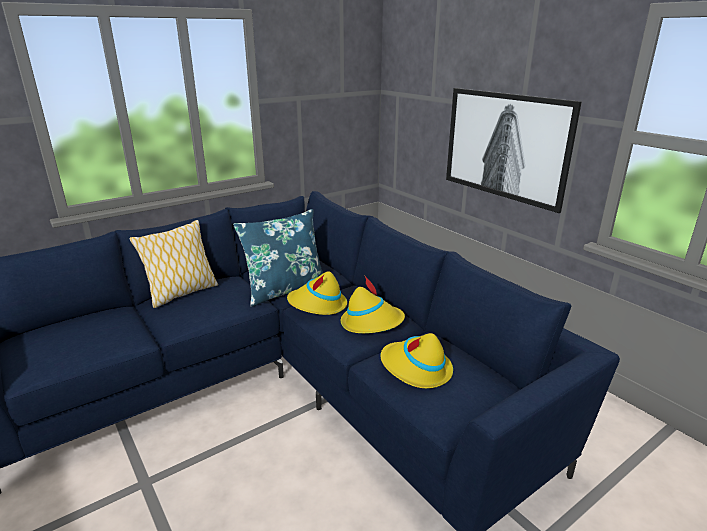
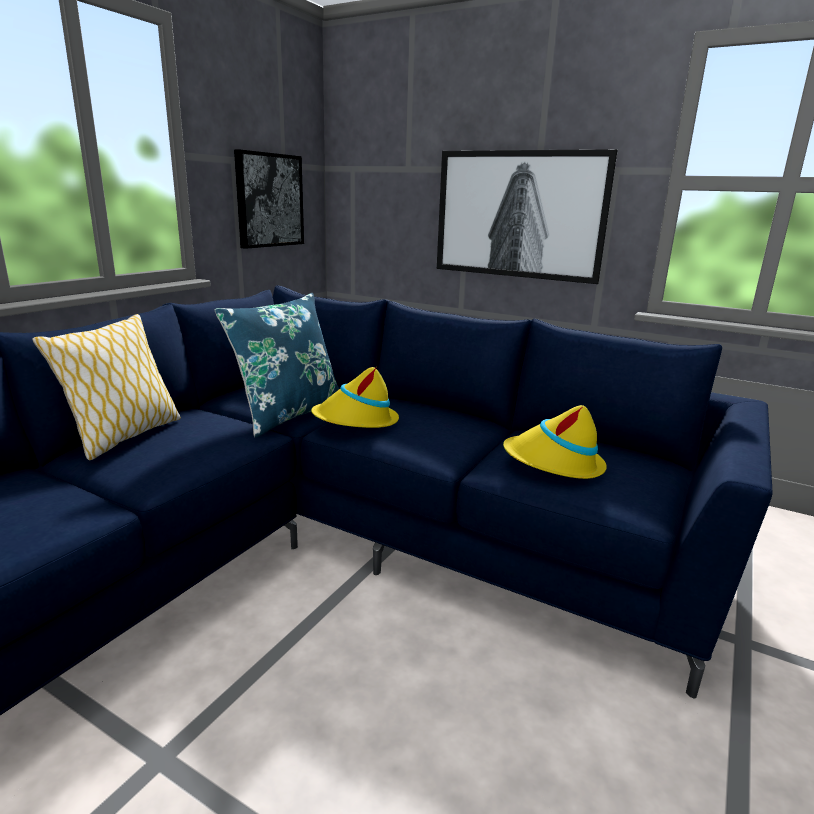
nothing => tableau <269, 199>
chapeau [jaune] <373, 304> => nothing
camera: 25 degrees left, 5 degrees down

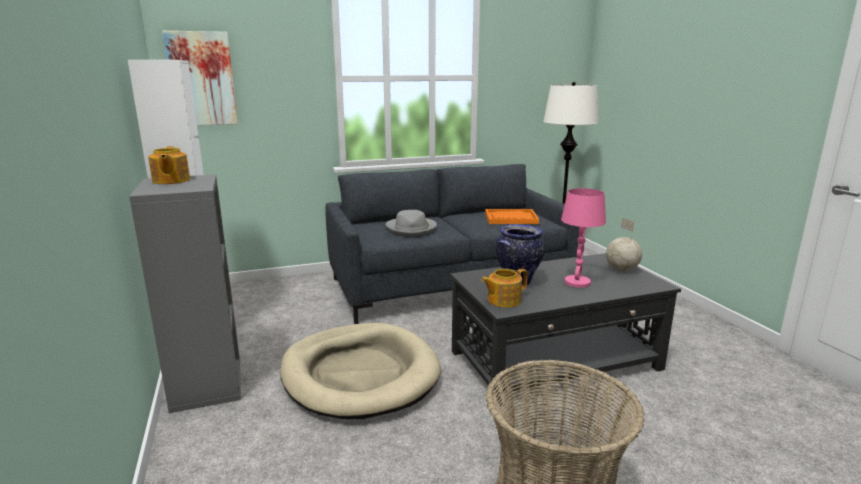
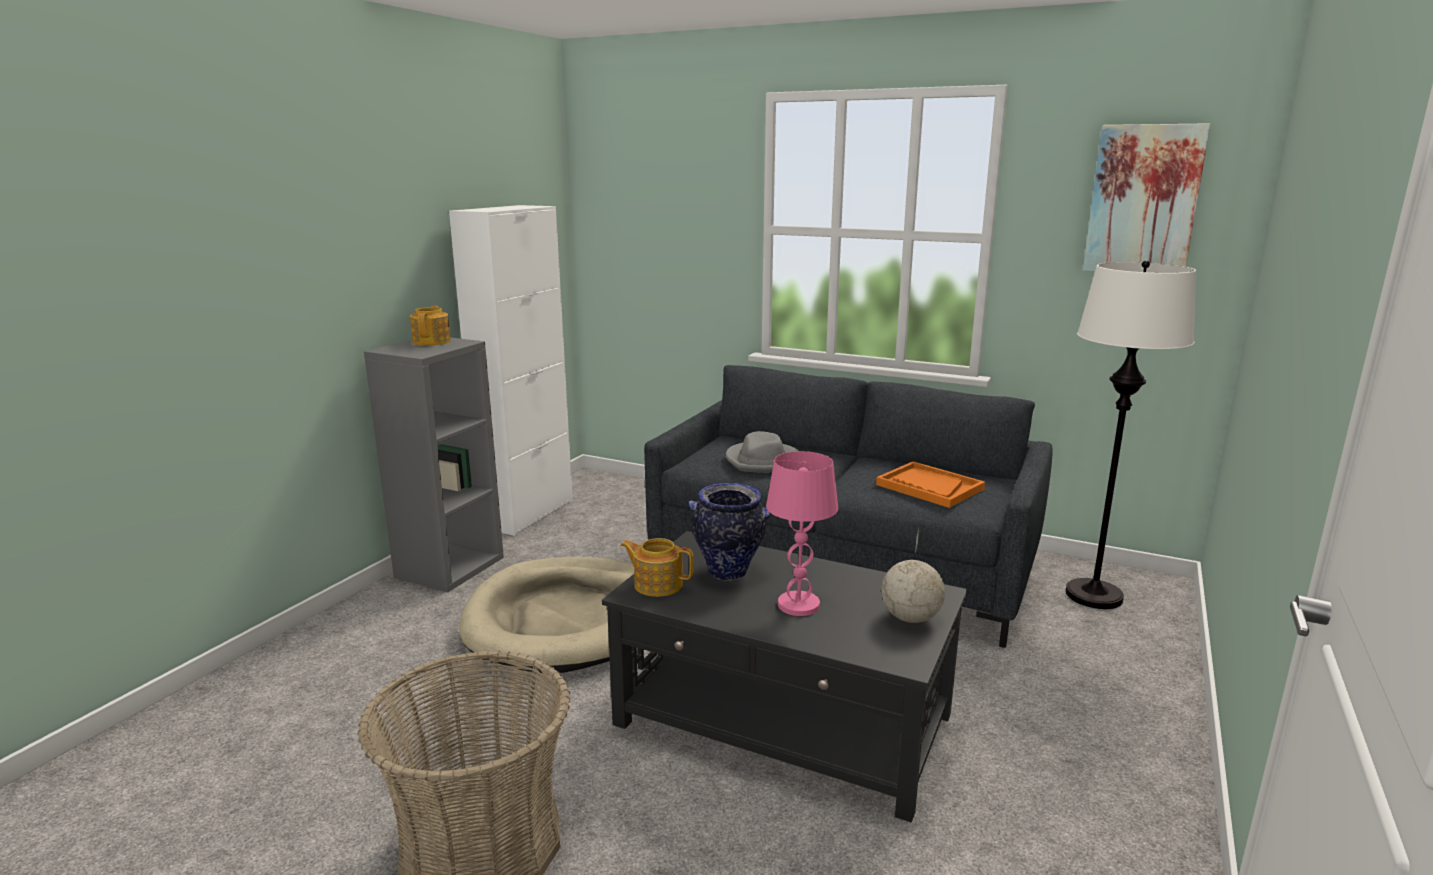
théière <169, 165> => théière <430, 325>, 150 degrees clockwise
tableau <200, 78> => tableau <1146, 197>, moved
camera: 45 degrees right, 0 degrees up

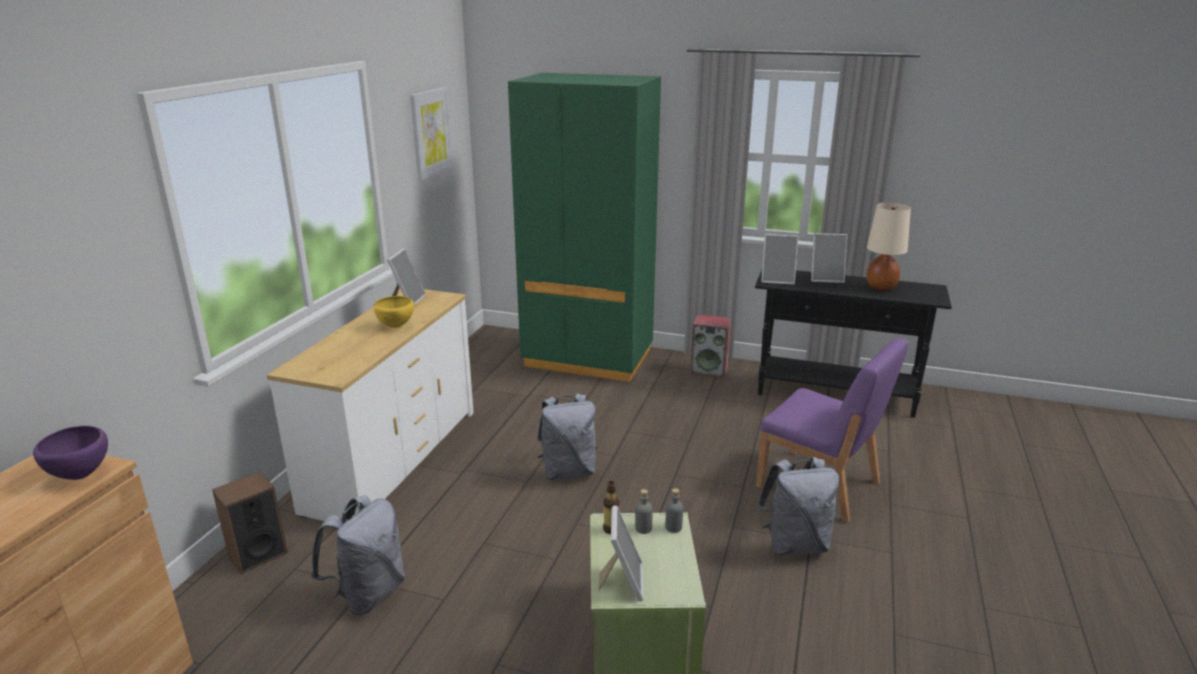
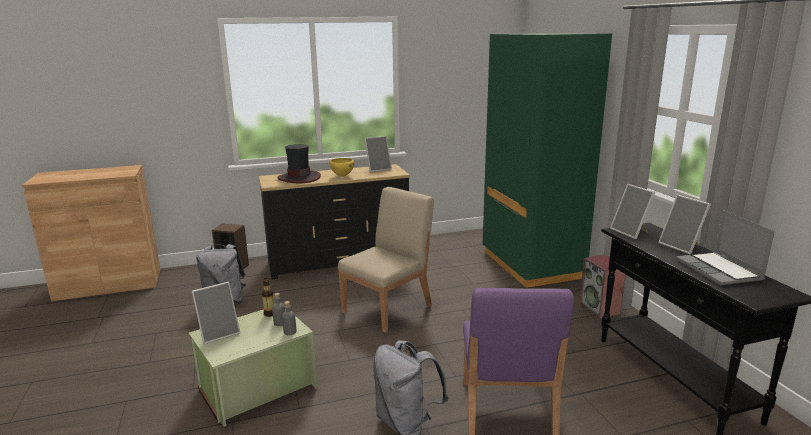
commode [blanc] <370, 405> => commode [noir] <334, 221>
nothing => chapeau <299, 163>
sac à dos [gris] <567, 436> => chaise [beige] <386, 260>
lampe de table [beige] <888, 246> => ordinateur portable <725, 248>
bol [violet] <70, 453> => nothing
tableau <431, 134> => nothing
camera: 55 degrees right, 5 degrees down

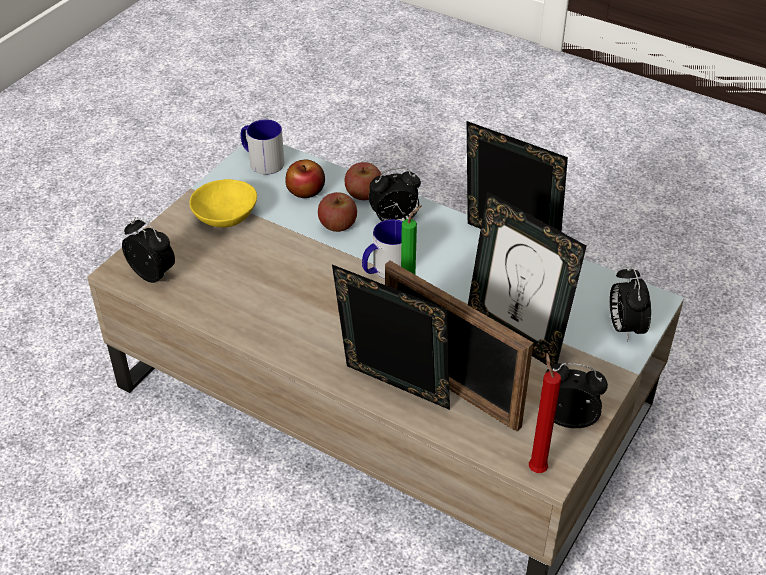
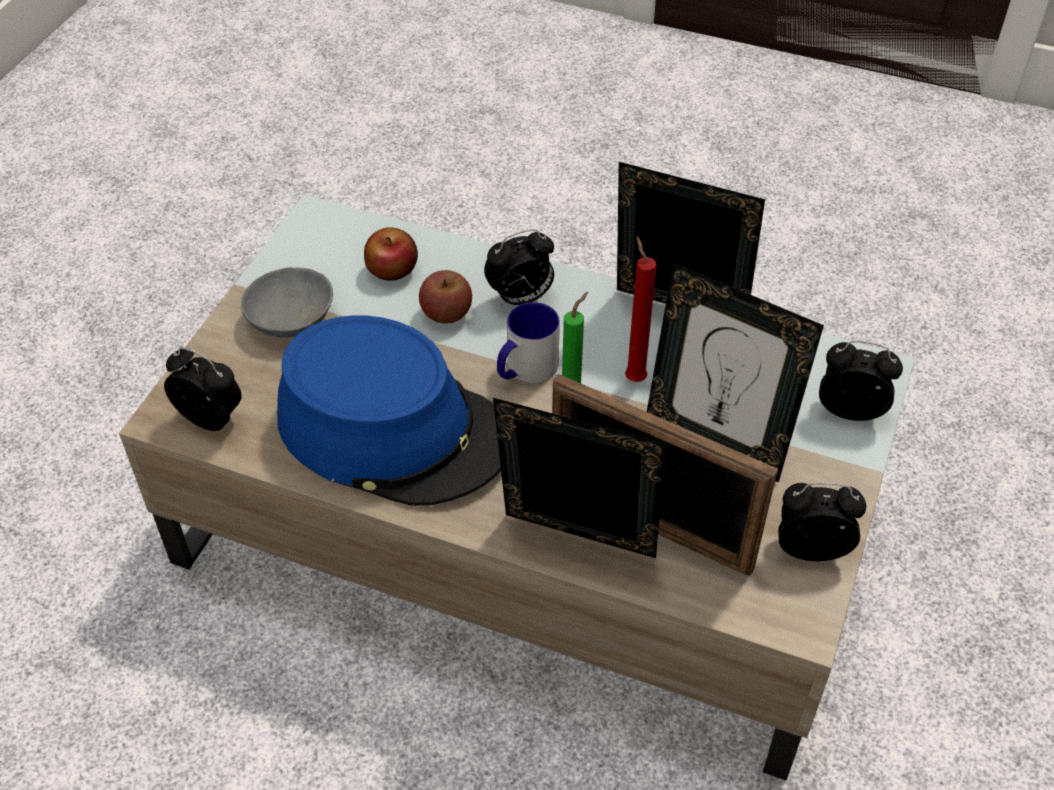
bol [jaune] <223, 203> => bol [gris] <287, 302>
nothing => chapeau [bleu] <389, 411>
bougie [rouge] <545, 413> => bougie [rouge] <641, 309>, moved
réveil <630, 304> => réveil <861, 381>, 120 degrees clockwise
mug <262, 147> => nothing
pomme <362, 181> => nothing
camera: 10 degrees left, 5 degrees up

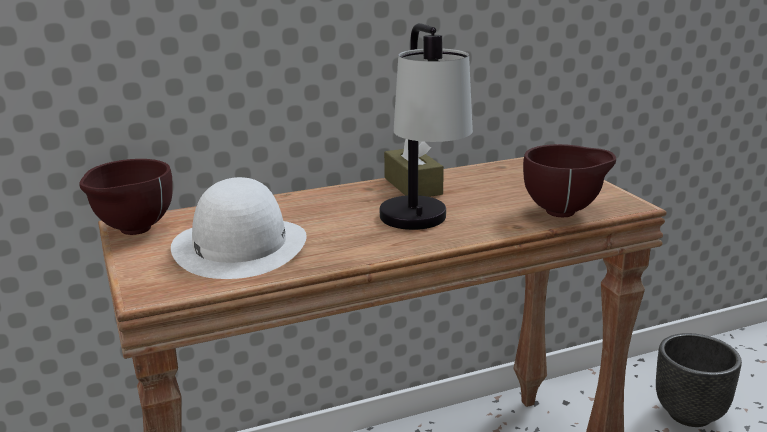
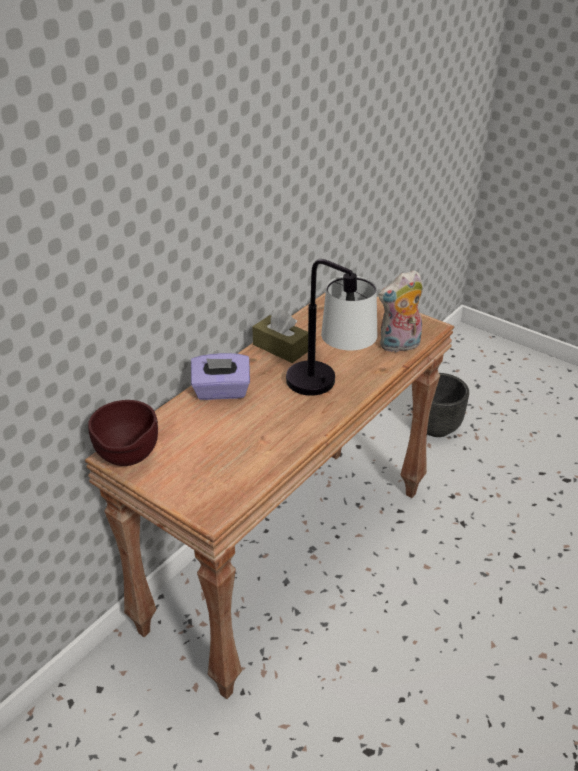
nothing => boîte à mouchoirs [violet] <220, 376>
bol [marron] <569, 180> => peluche <400, 311>
chapeau [blanc] <239, 228> => nothing
camera: 30 degrees left, 15 degrees up

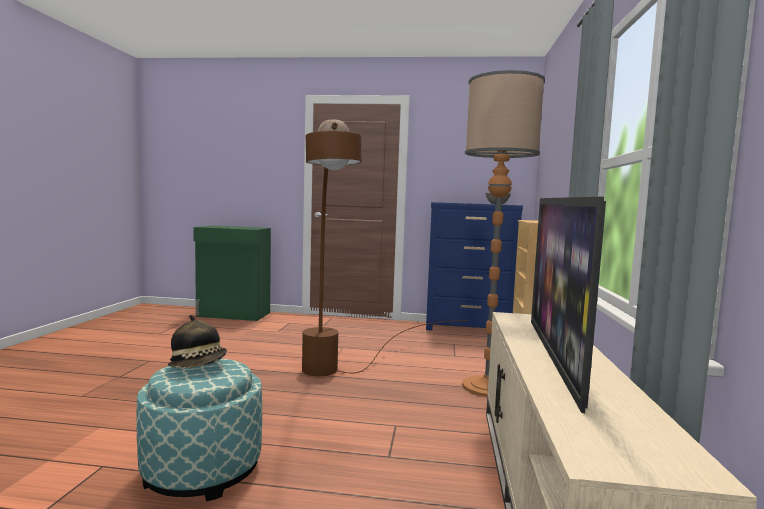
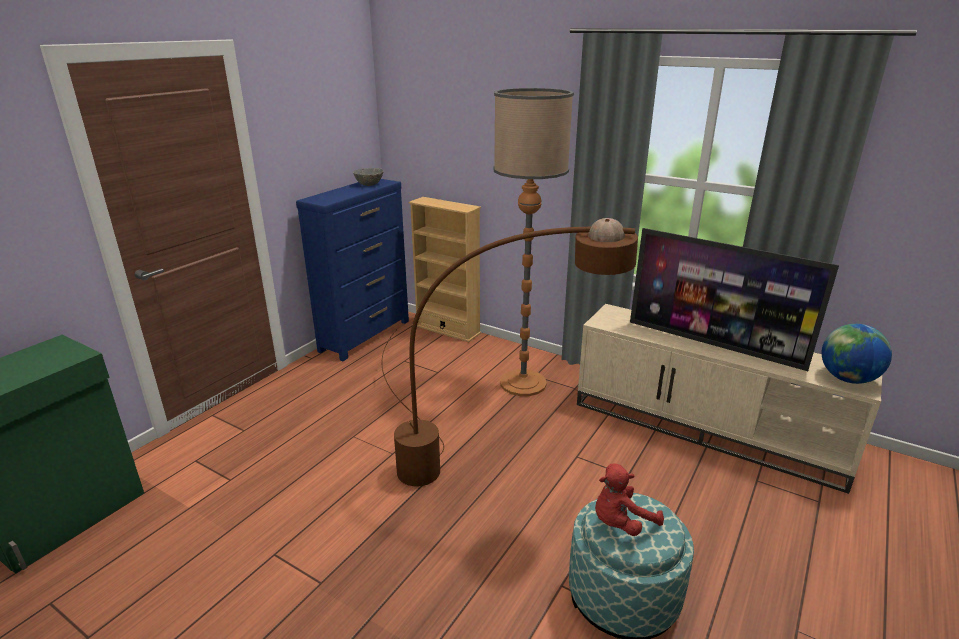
chapeau <197, 341> => peluche [rouge] <629, 499>
nothing => globe <857, 354>
camera: 65 degrees left, 20 degrees up

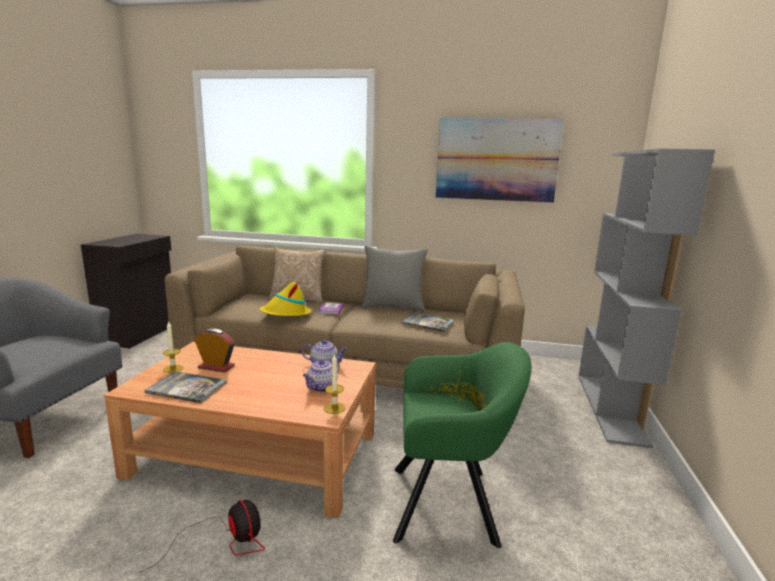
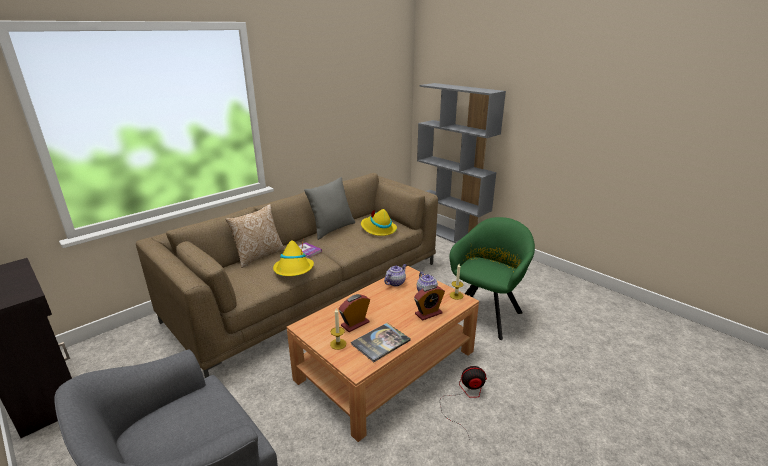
livre <428, 322> => chapeau [jaune] <379, 222>
nothing => réveil <429, 303>
tableau <500, 160> => nothing
camera: 55 degrees left, 10 degrees up

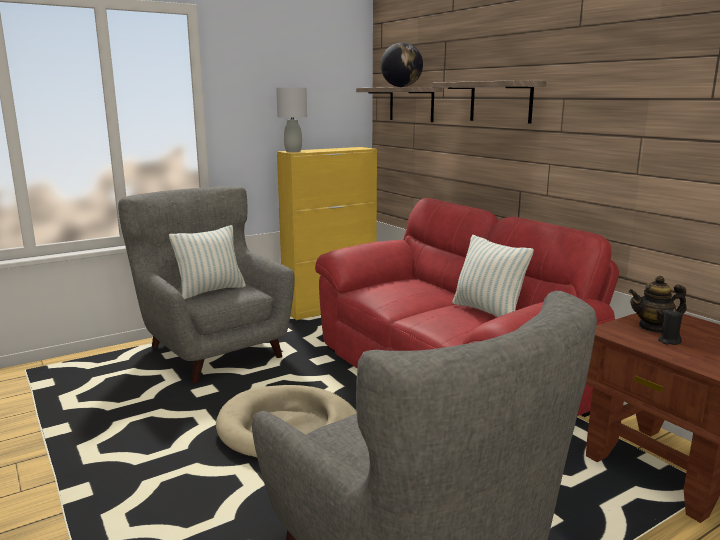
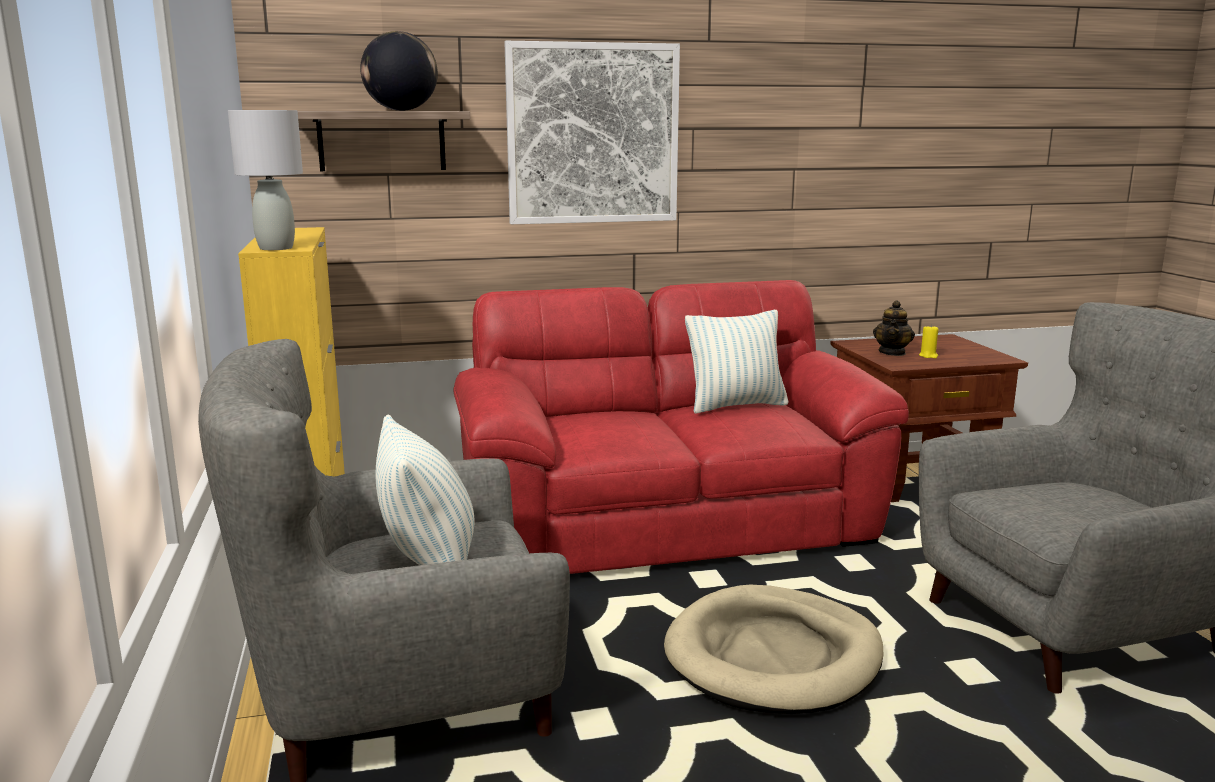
étagère <489, 102> => tableau <592, 132>
bougie [noir] <670, 327> => bougie [jaune] <929, 341>
camera: 70 degrees left, 0 degrees up

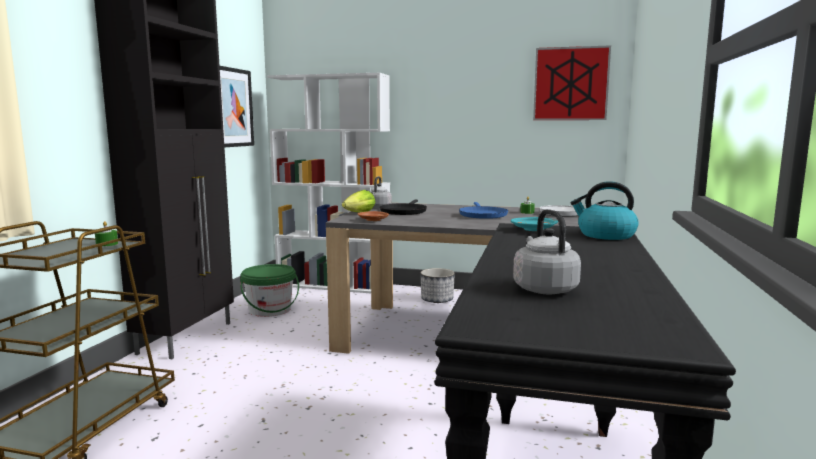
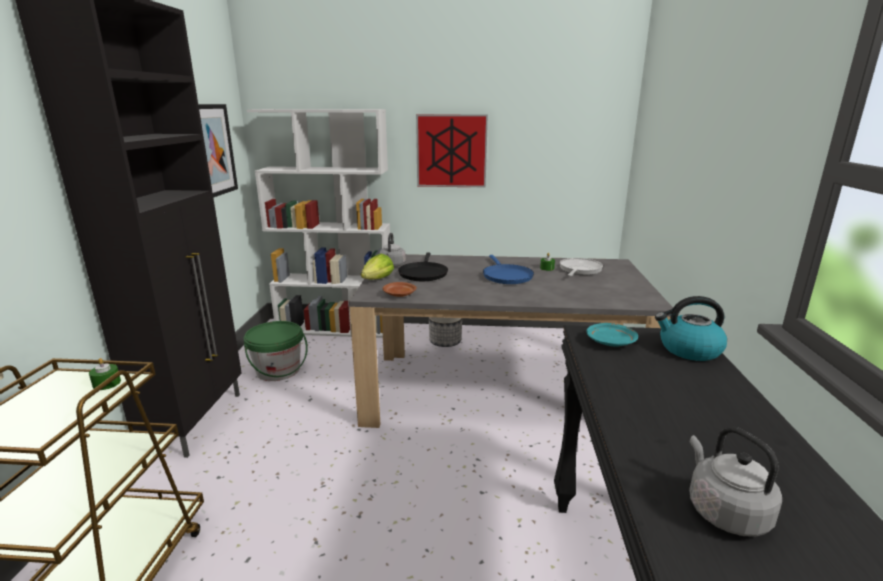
tableau <572, 82> => tableau <452, 150>, moved
camera: 10 degrees left, 10 degrees up

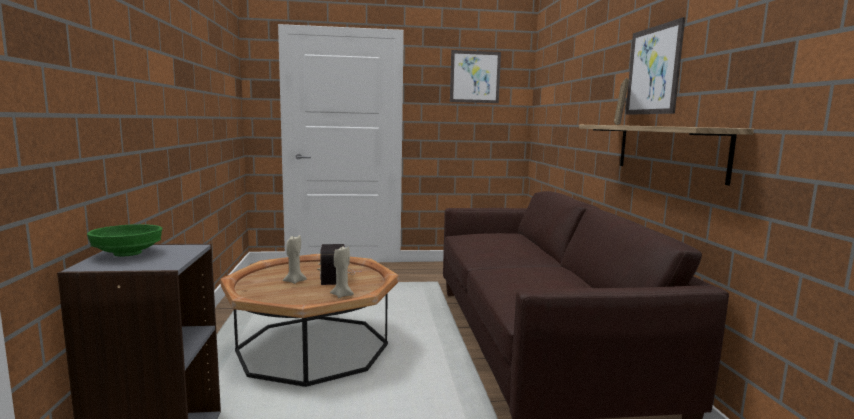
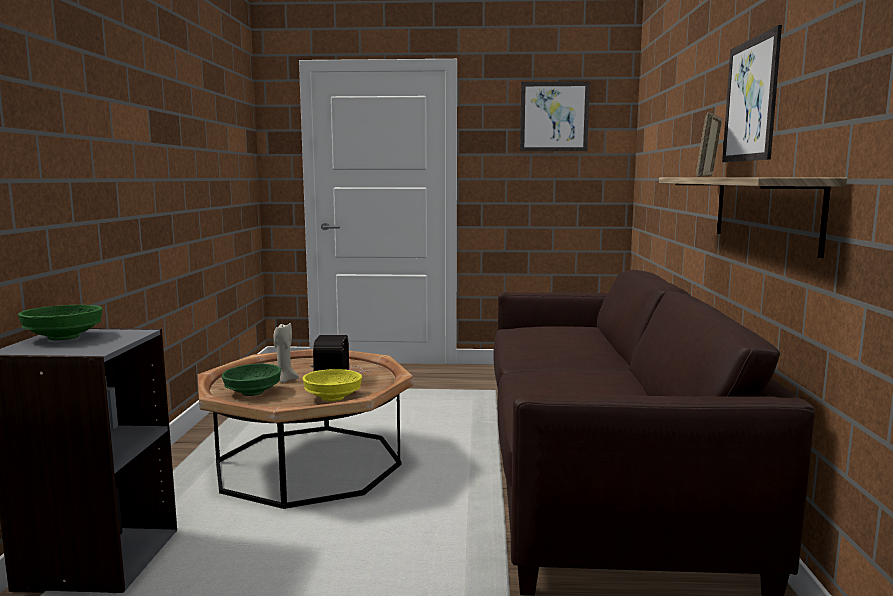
nothing => bol [vert] <251, 380>
bougie [beige] <342, 271> => bol [jaune] <332, 385>
camera: 10 degrees right, 0 degrees up

